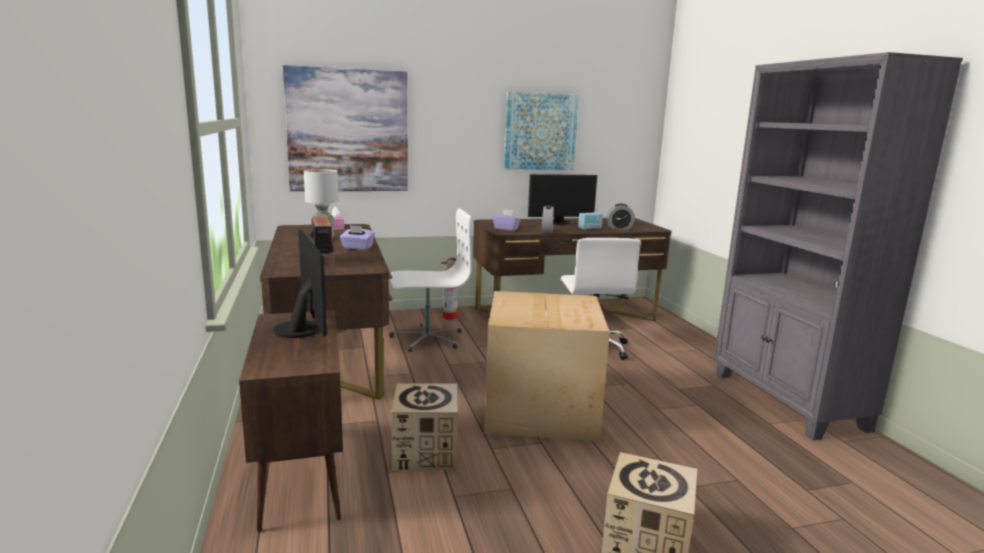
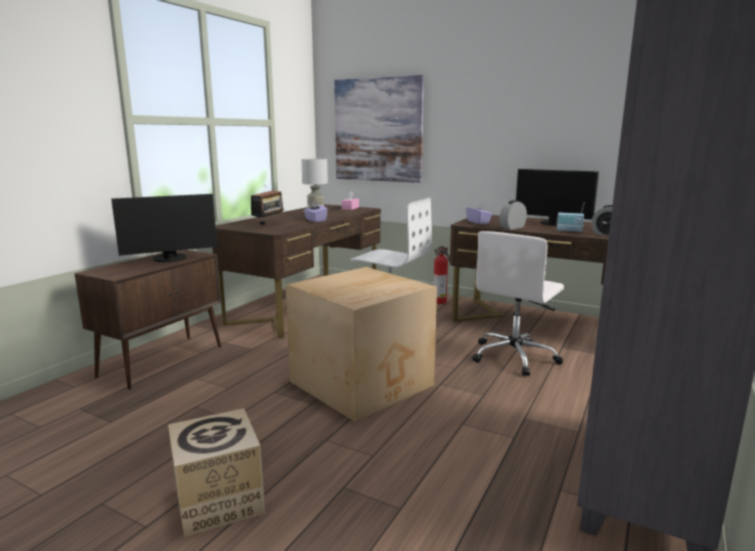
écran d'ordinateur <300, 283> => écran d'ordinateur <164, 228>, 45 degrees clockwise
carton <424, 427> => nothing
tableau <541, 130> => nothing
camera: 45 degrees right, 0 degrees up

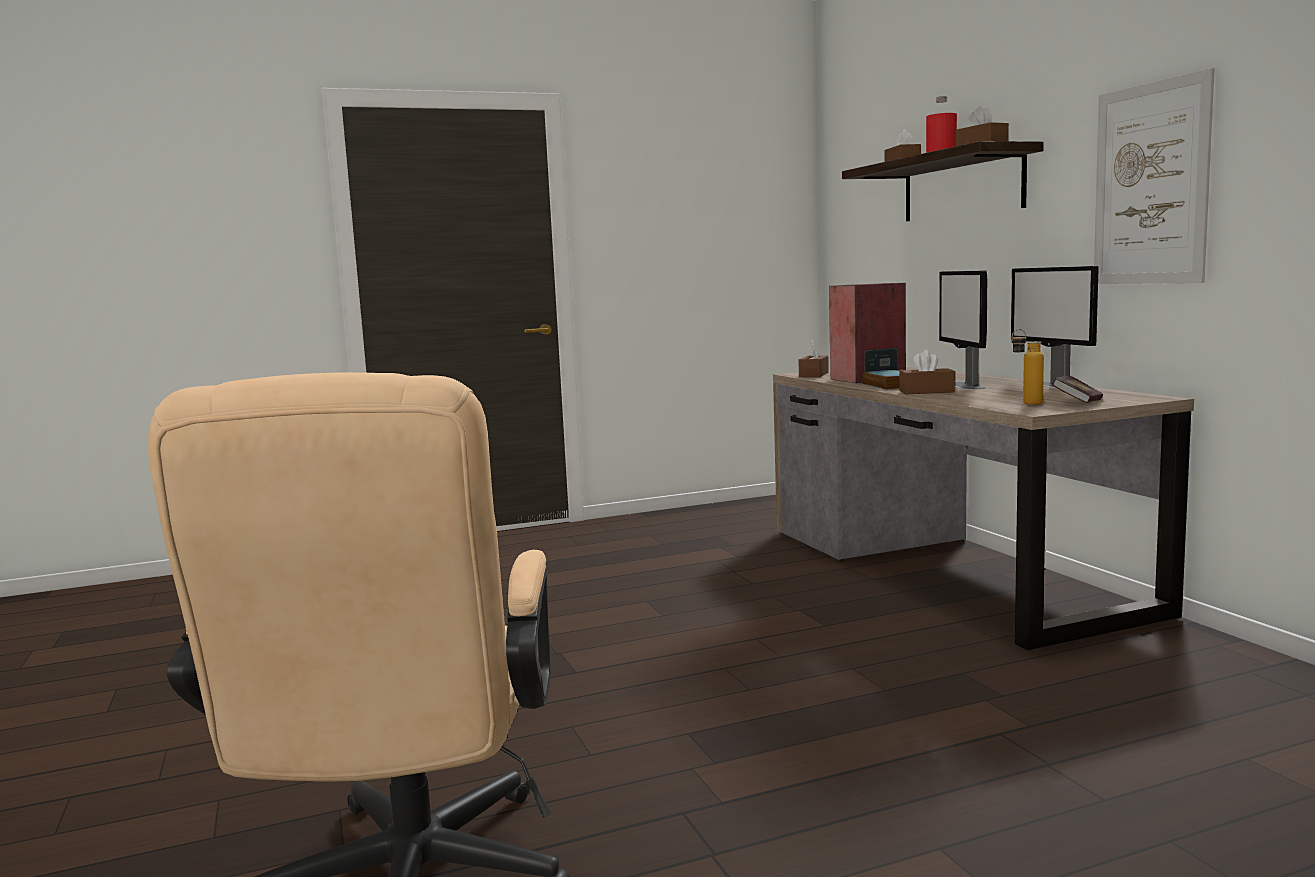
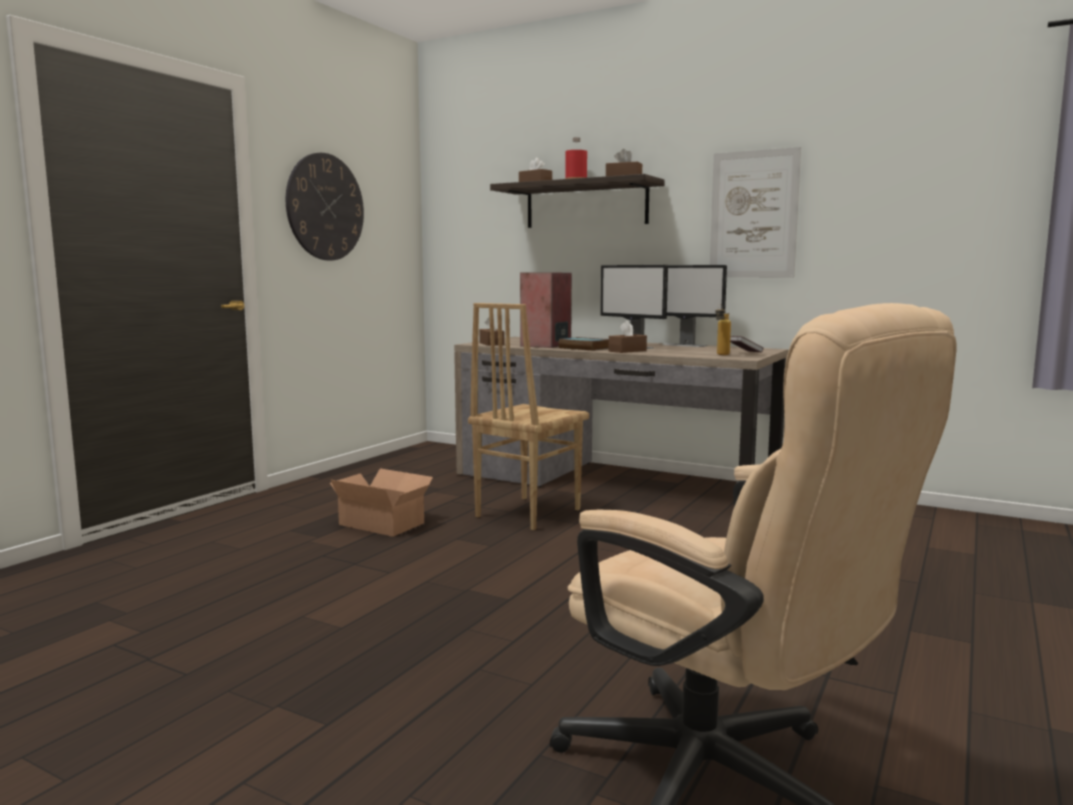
nothing => horloge murale <325, 206>
nothing => carton <381, 502>
nothing => chaise [marron] <528, 416>
camera: 40 degrees left, 0 degrees up

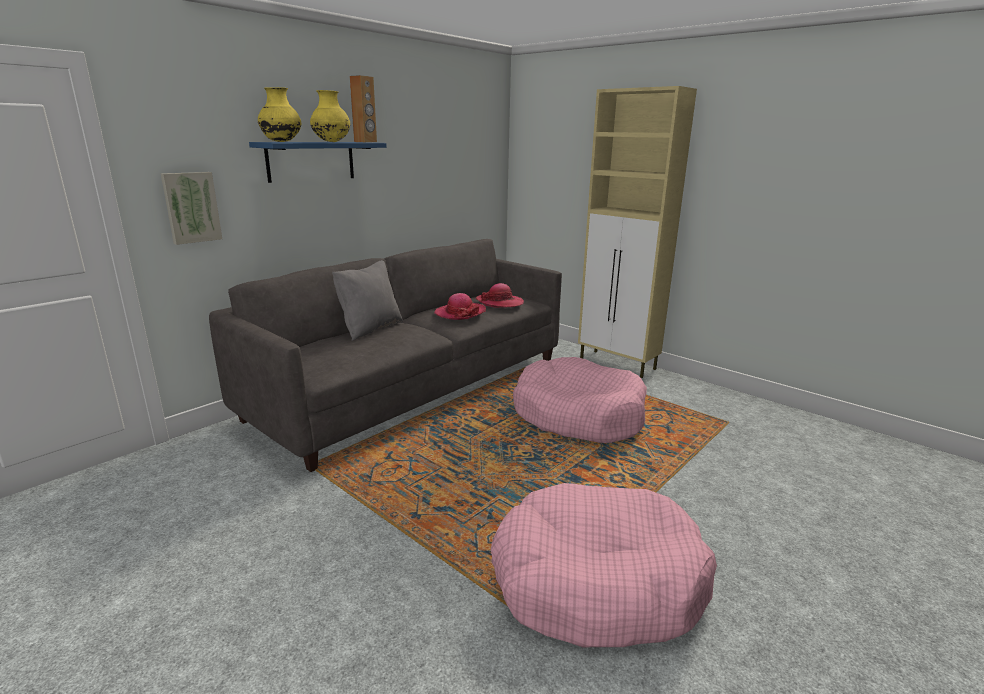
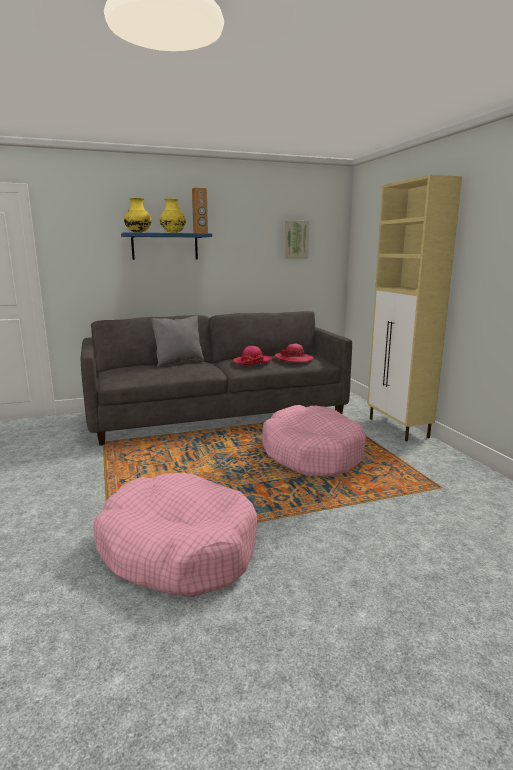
tableau <191, 208> => tableau <297, 239>, moved
camera: 30 degrees right, 5 degrees down

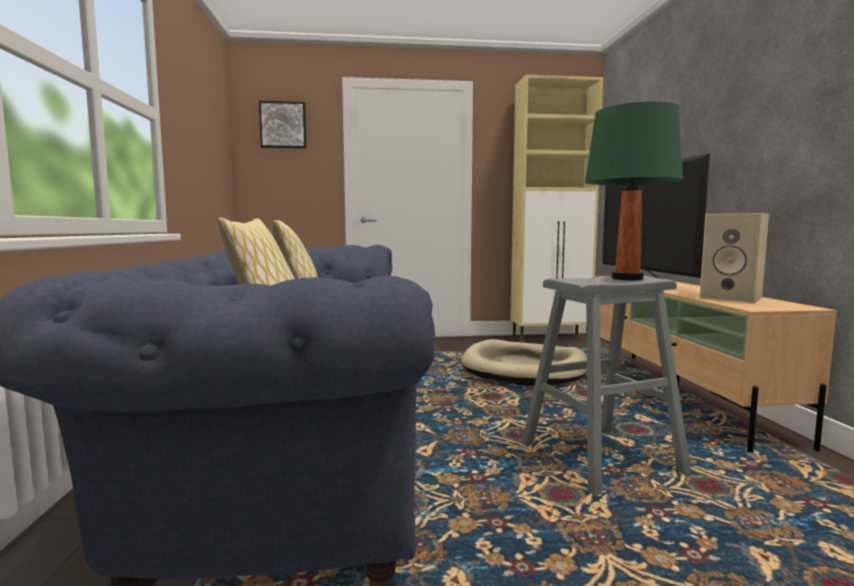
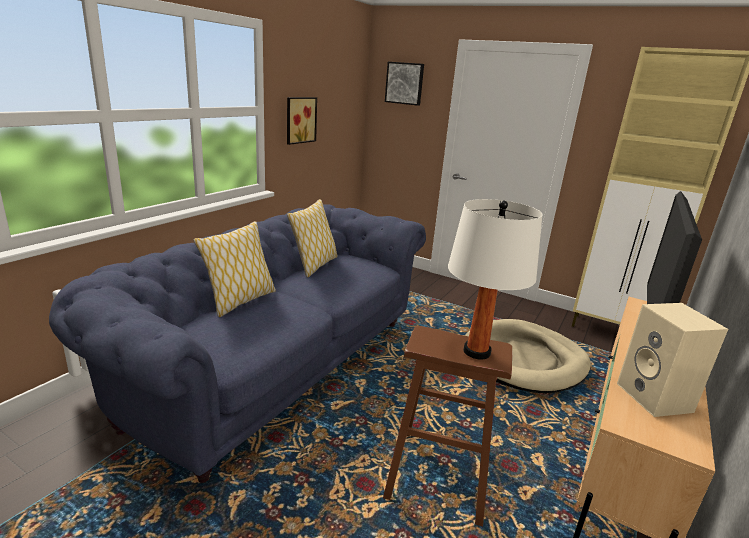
nothing => tableau <302, 121>
tabouret [gris] <606, 386> => tabouret [marron] <447, 426>
lampe de table [vert] <634, 191> => lampe de table [blanc] <495, 279>
camera: 35 degrees right, 15 degrees up

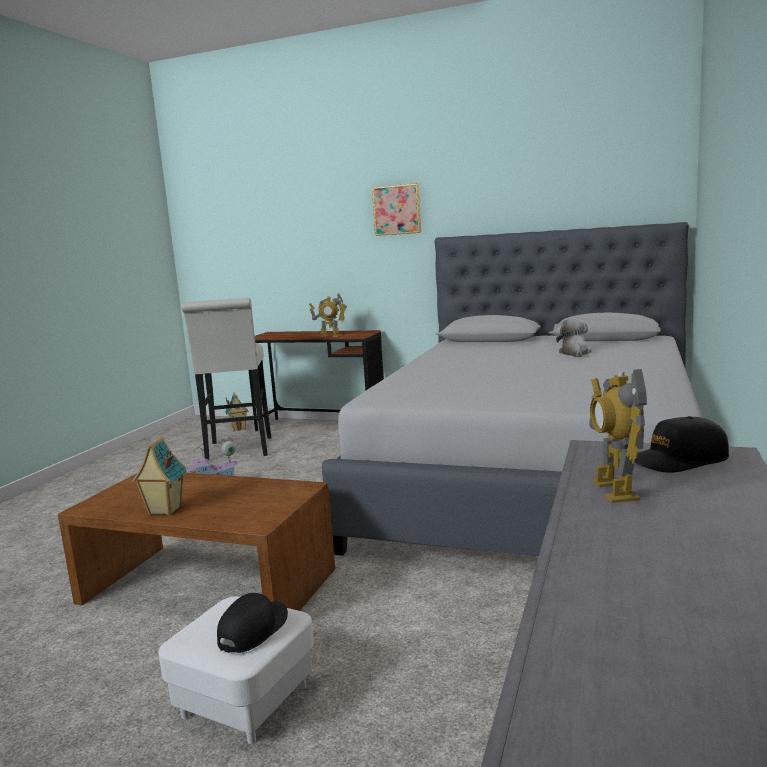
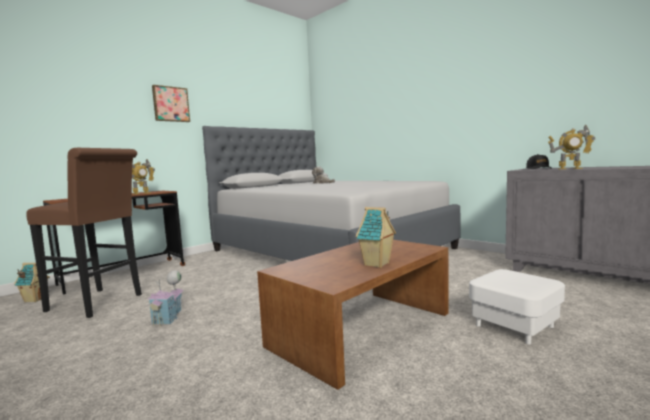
tabouret [blanc] <226, 379> => tabouret [marron] <84, 233>
casquette [noir] <252, 623> => nothing
camera: 65 degrees left, 5 degrees down

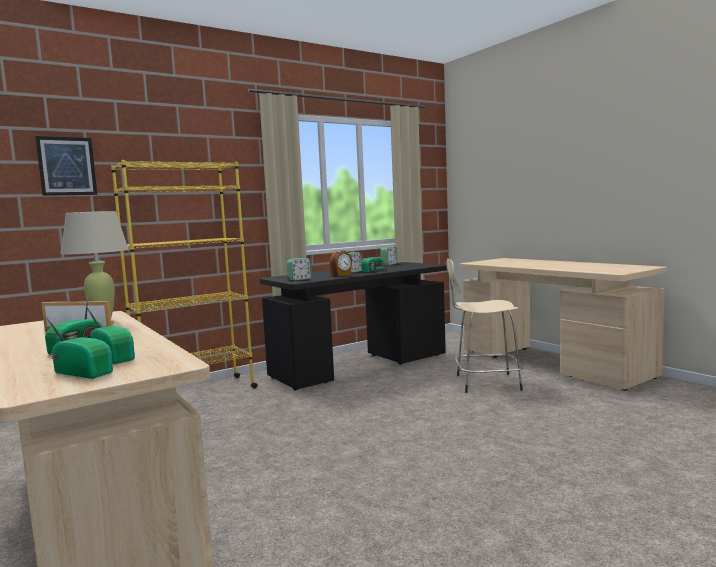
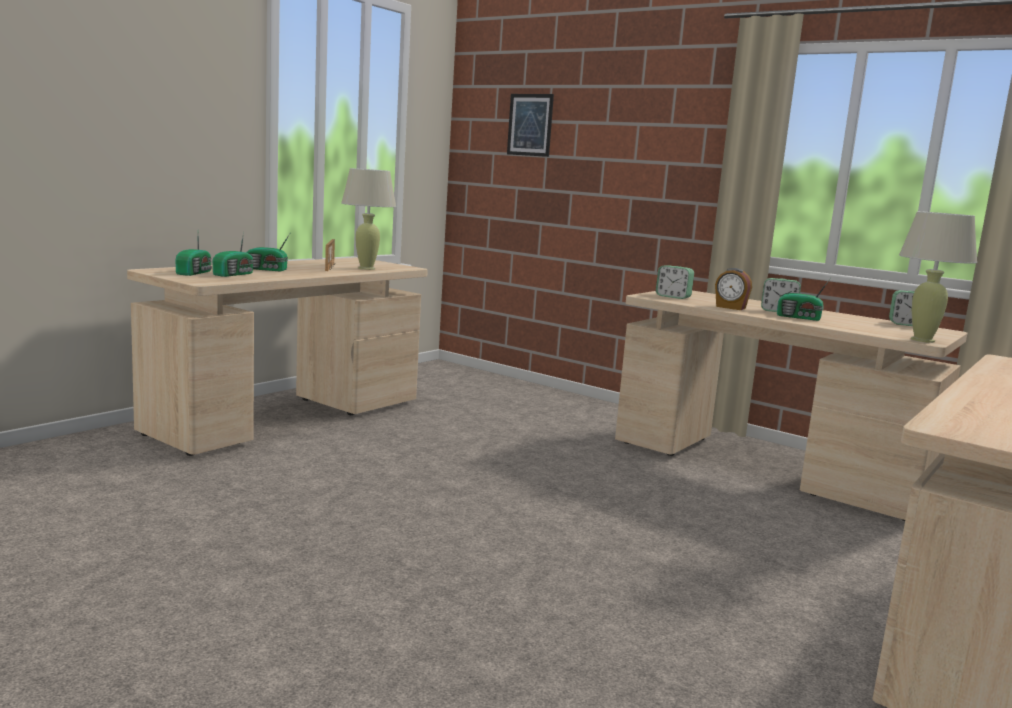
bureau [noir] <353, 326> => bureau [beige] <791, 406>
nothing => lampe de table [beige] <938, 277>
bibliothèque [jaune] <184, 274> => nothing
tabouret [beige] <485, 325> => nothing
camera: 70 degrees right, 5 degrees up

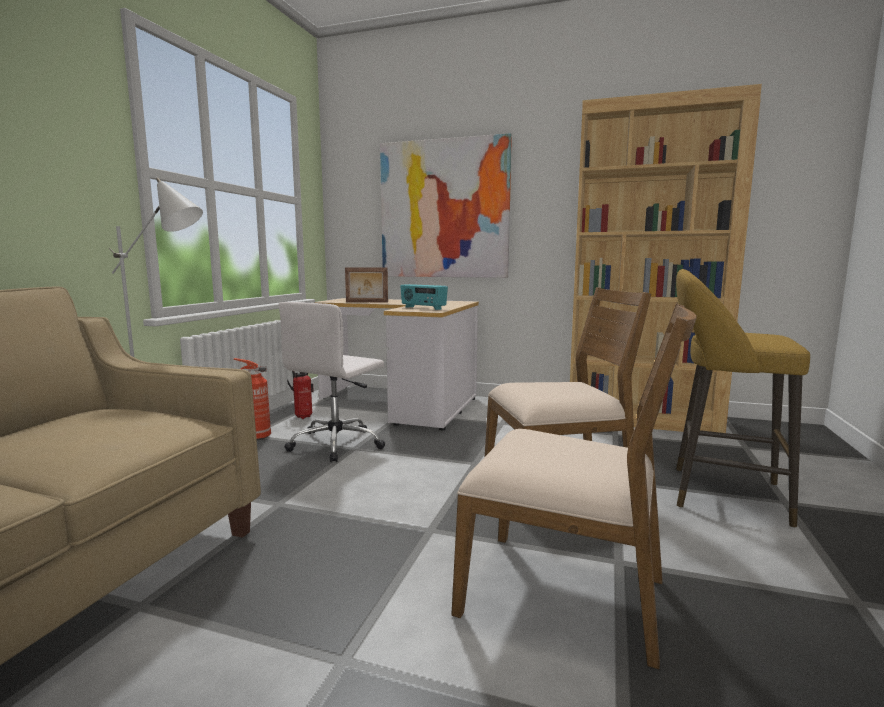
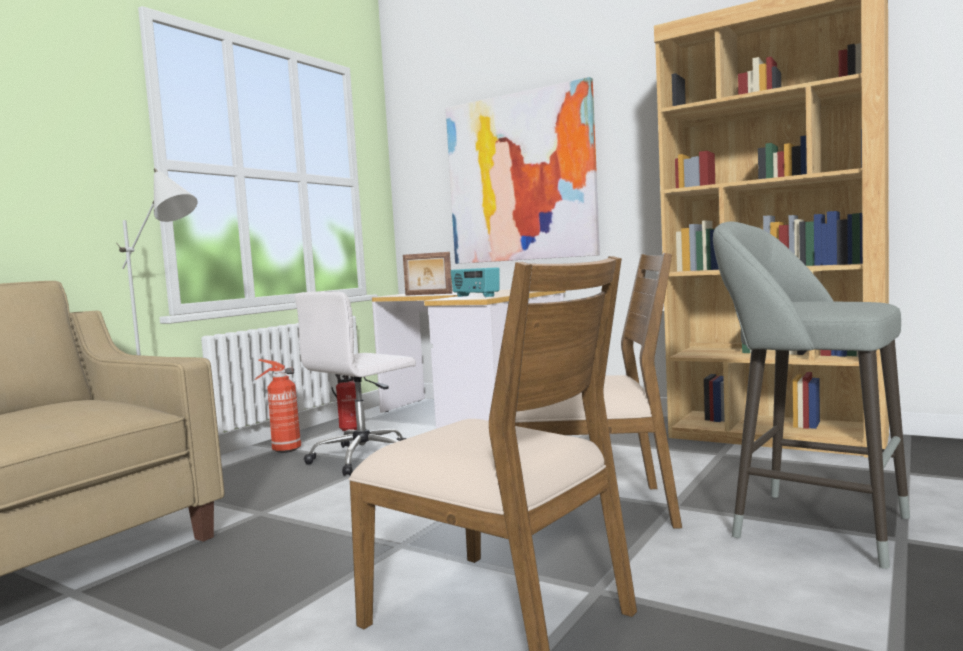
tabouret [jaune] <743, 398> => tabouret [gris] <811, 395>
camera: 15 degrees right, 5 degrees down

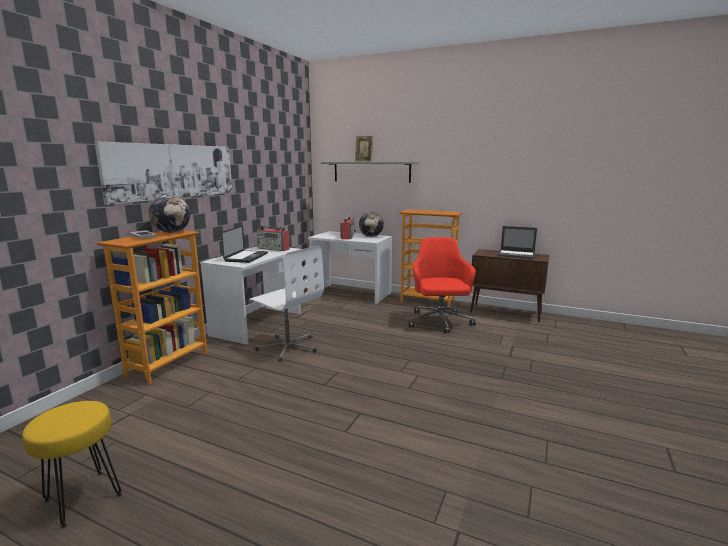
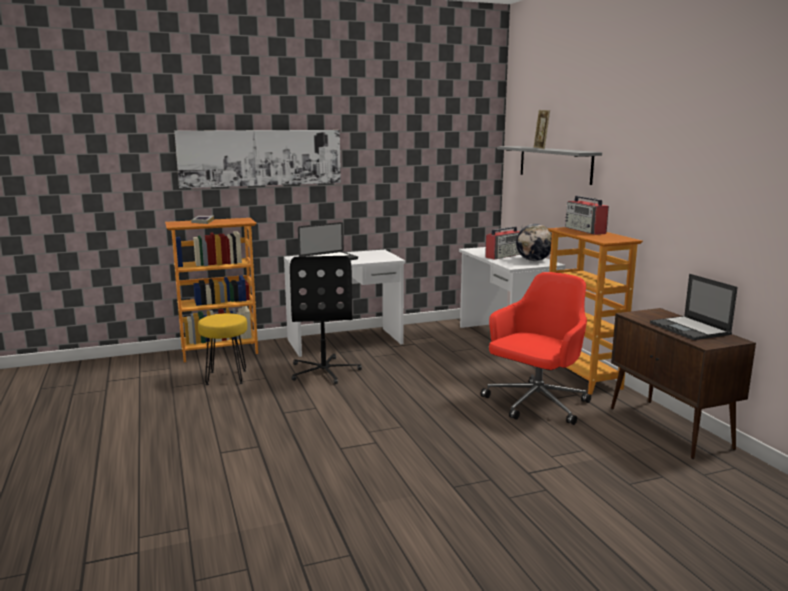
tabouret [jaune] <72, 464> => tabouret [jaune] <222, 349>, moved
chaise de bureau [blanc] <286, 303> => chaise de bureau [noir] <326, 320>
radio <273, 238> => radio <587, 215>, moved
globe <169, 214> => nothing
camera: 45 degrees right, 0 degrees up

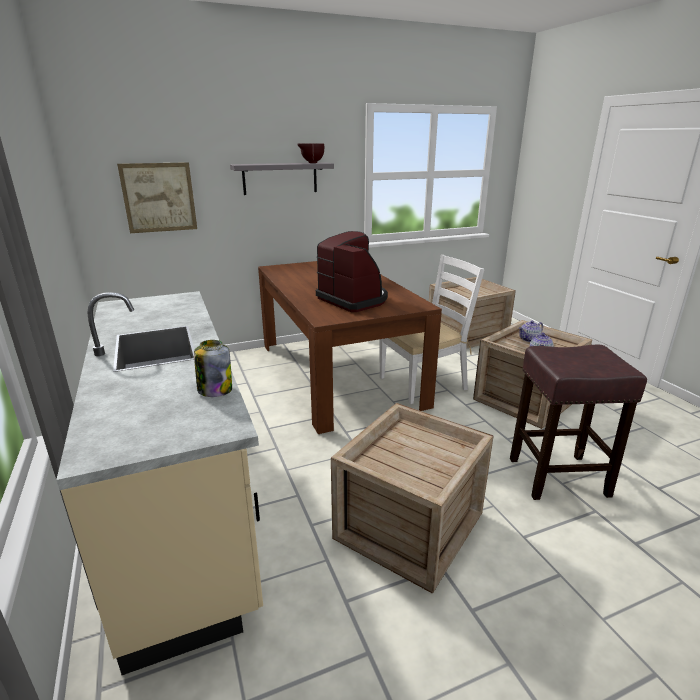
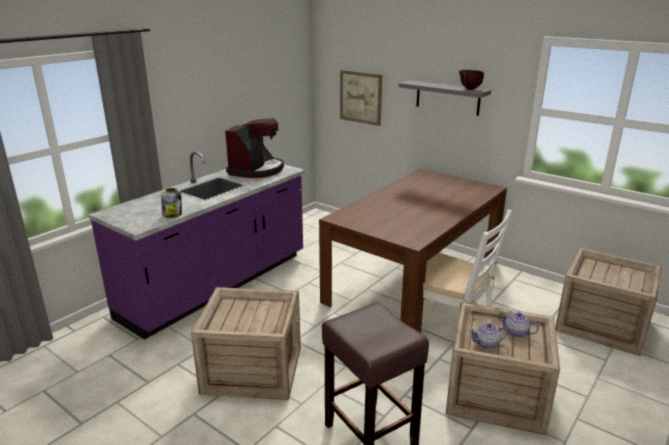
comptoir de cuisine [beige] <159, 483> => comptoir de cuisine [violet] <196, 246>
machine à café <352, 271> => machine à café <254, 148>, moved
camera: 60 degrees right, 0 degrees up

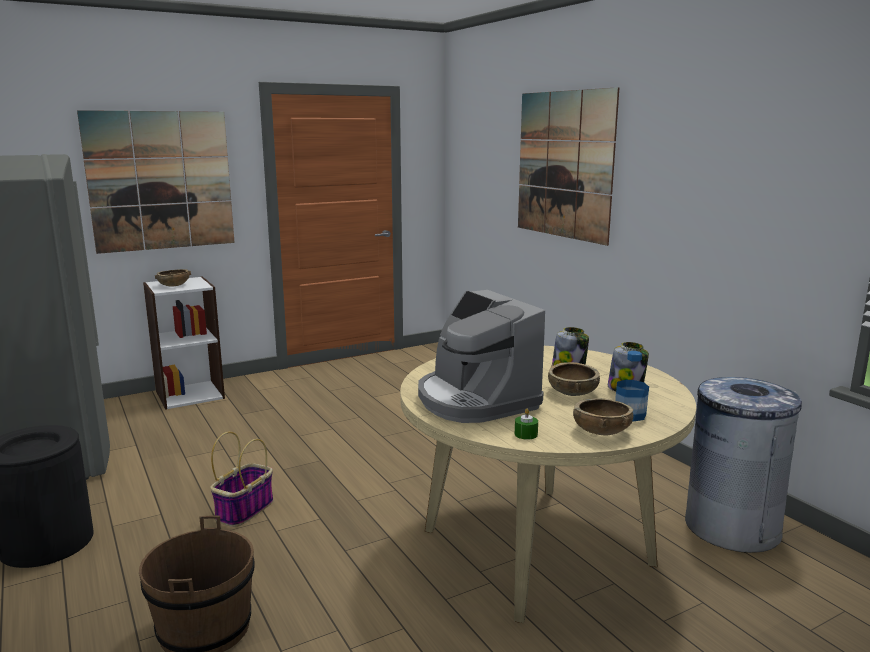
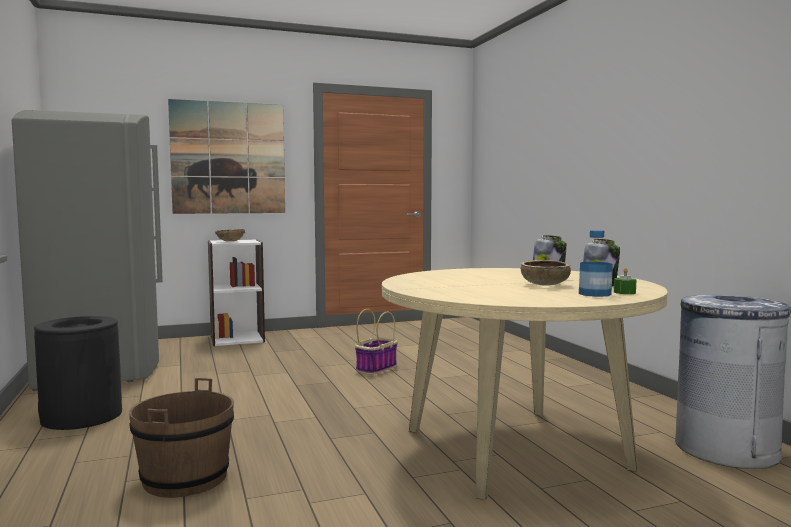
panier <242, 479> => panier <376, 342>, moved
bougie [vert] <526, 424> => bougie [vert] <625, 281>, moved
machine à café <481, 356> => nothing
tableau <568, 166> => nothing
bol [marron] <603, 417> => nothing
camera: 10 degrees right, 10 degrees down

